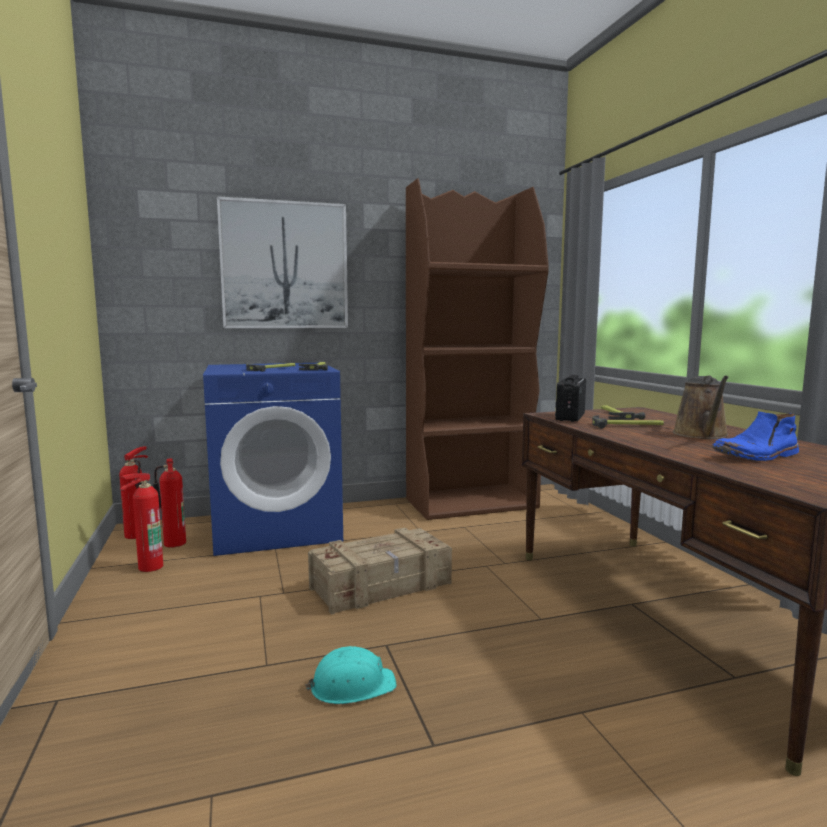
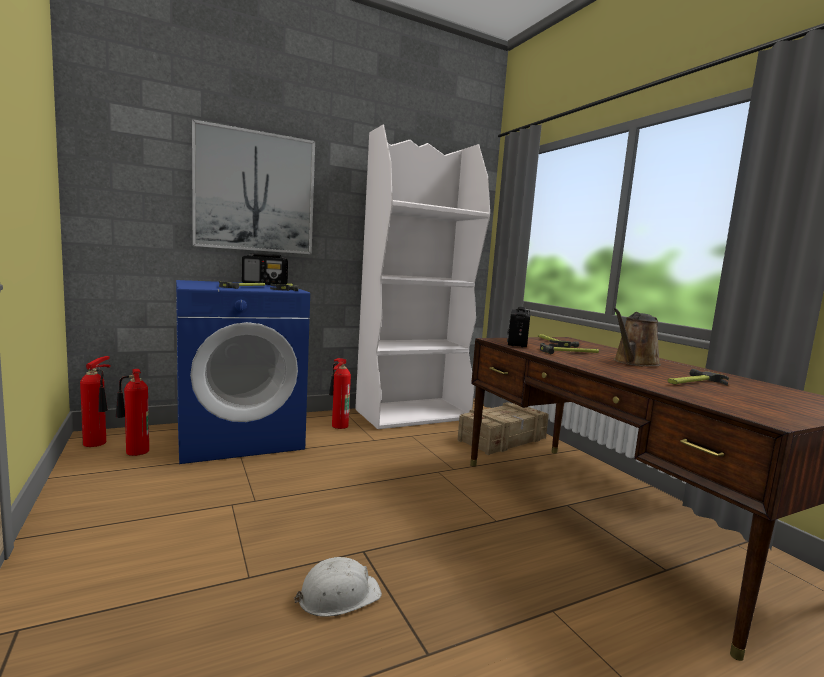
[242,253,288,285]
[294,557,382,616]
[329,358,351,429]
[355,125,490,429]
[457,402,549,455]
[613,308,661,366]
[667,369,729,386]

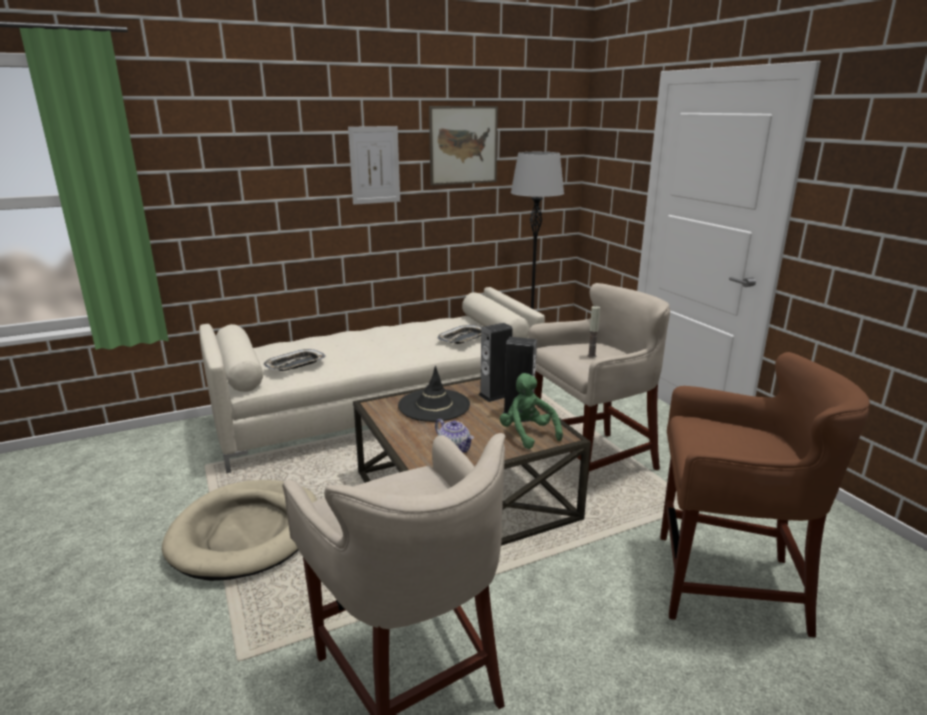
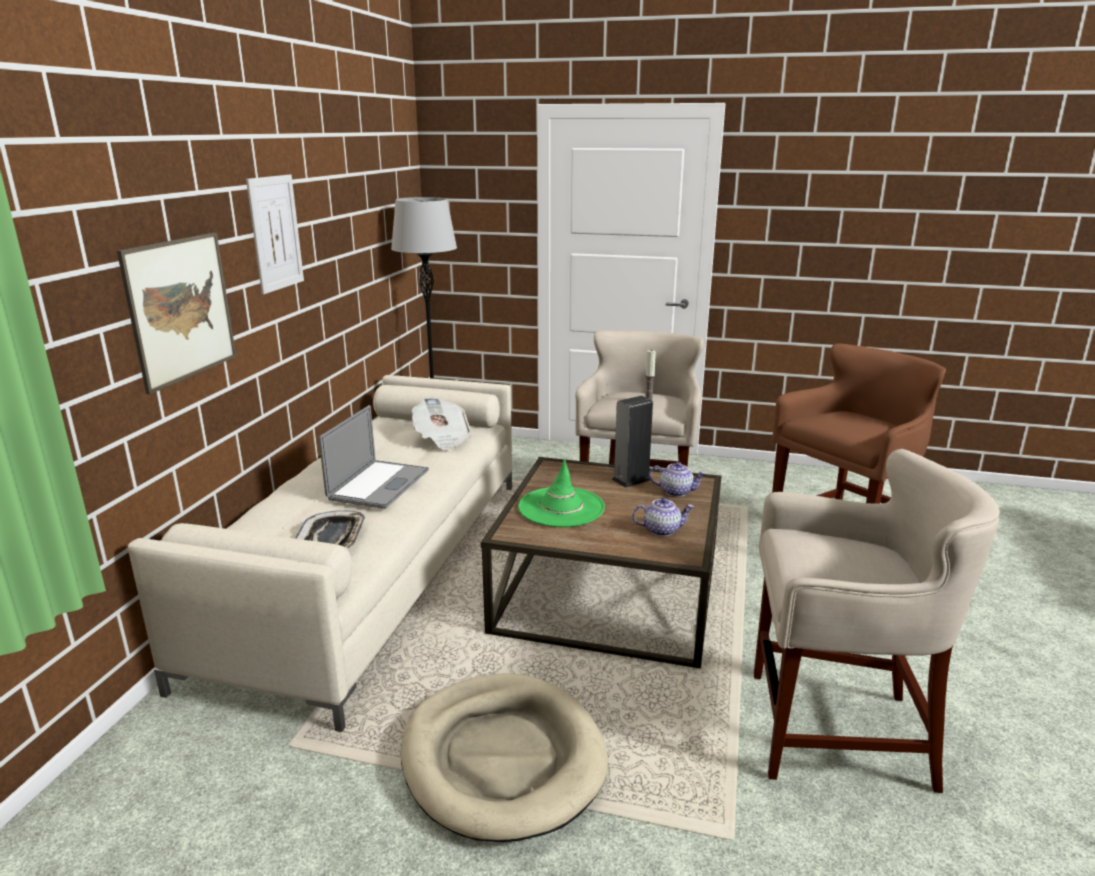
[117,233,236,394]
[319,405,429,509]
[412,397,471,450]
[518,459,605,527]
[649,462,706,497]
[479,323,513,402] (first image)

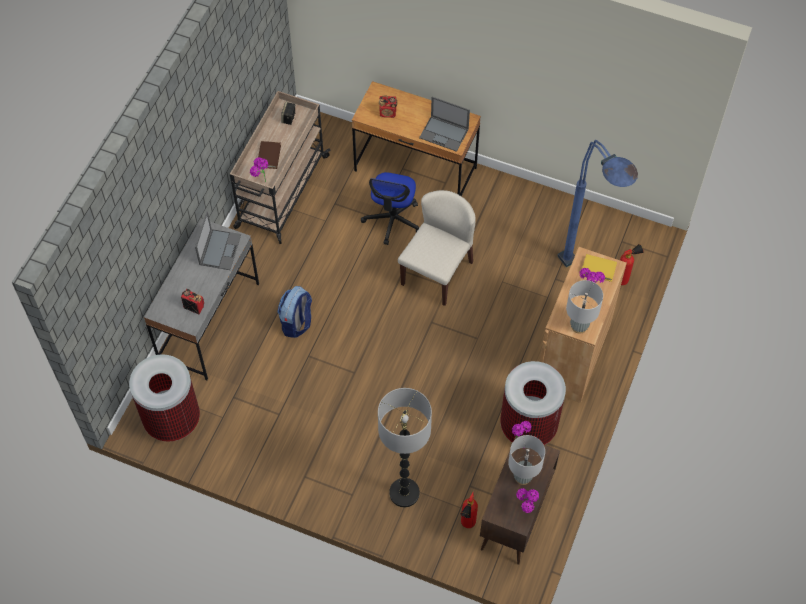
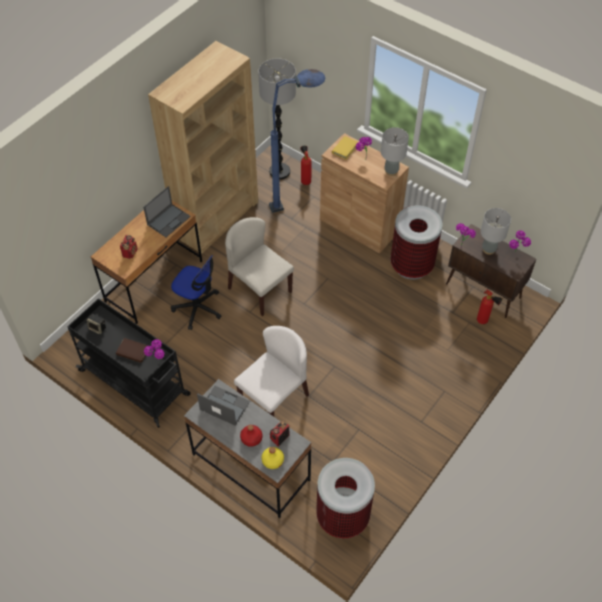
[67,298,191,428]
[148,41,258,254]
[234,326,309,416]
[240,425,262,447]
[258,58,296,180]
[261,447,284,469]

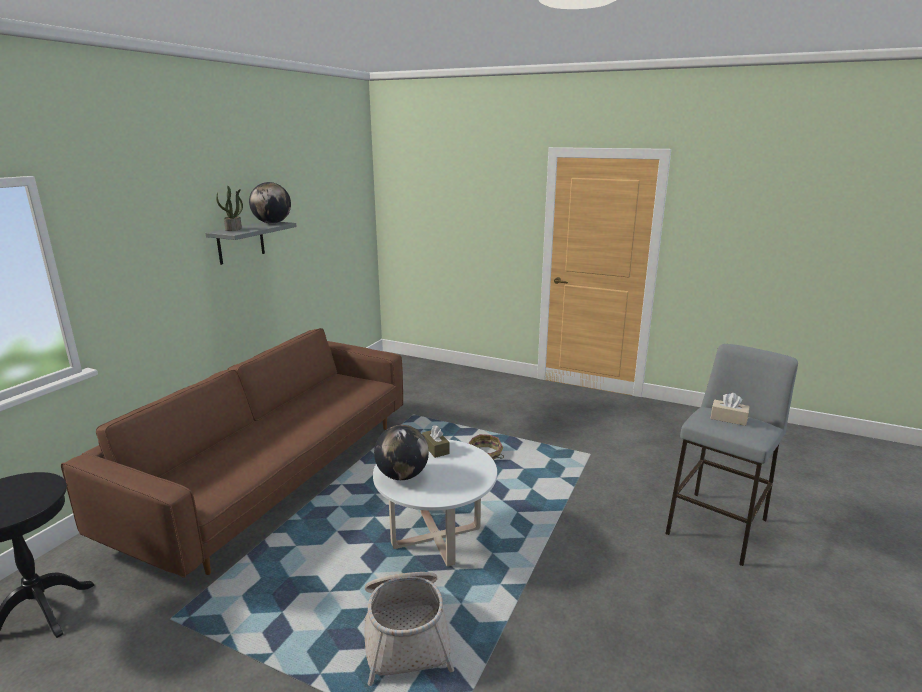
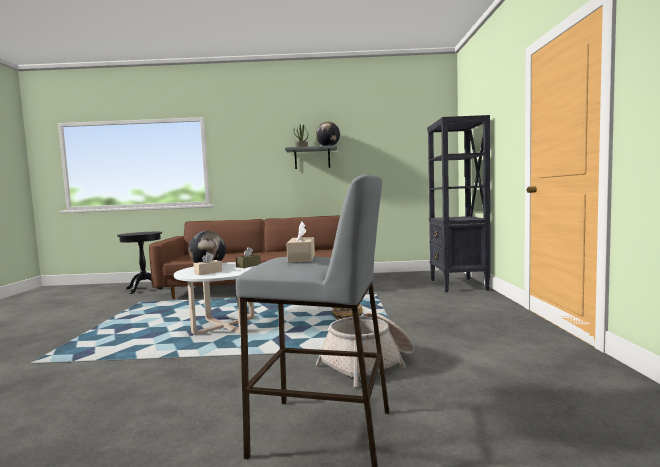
[193,252,222,275]
[316,312,414,387]
[427,115,490,292]

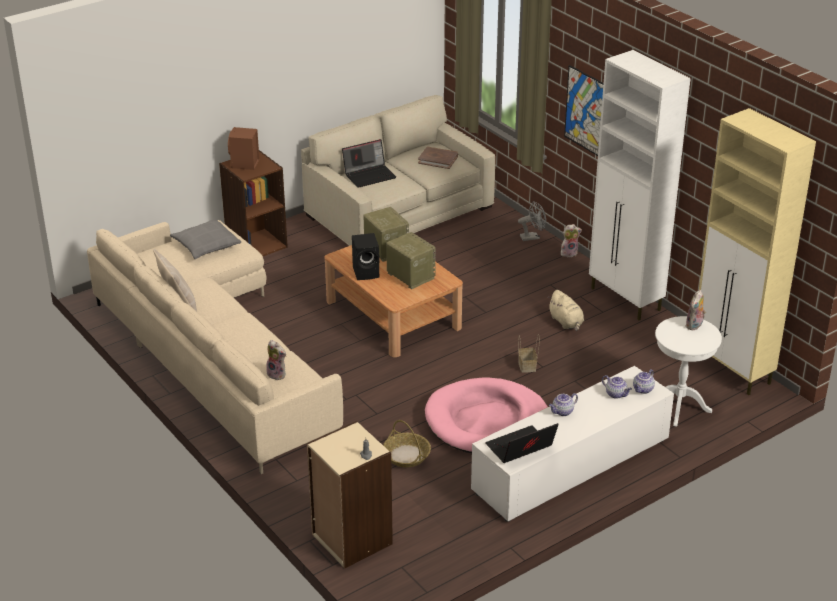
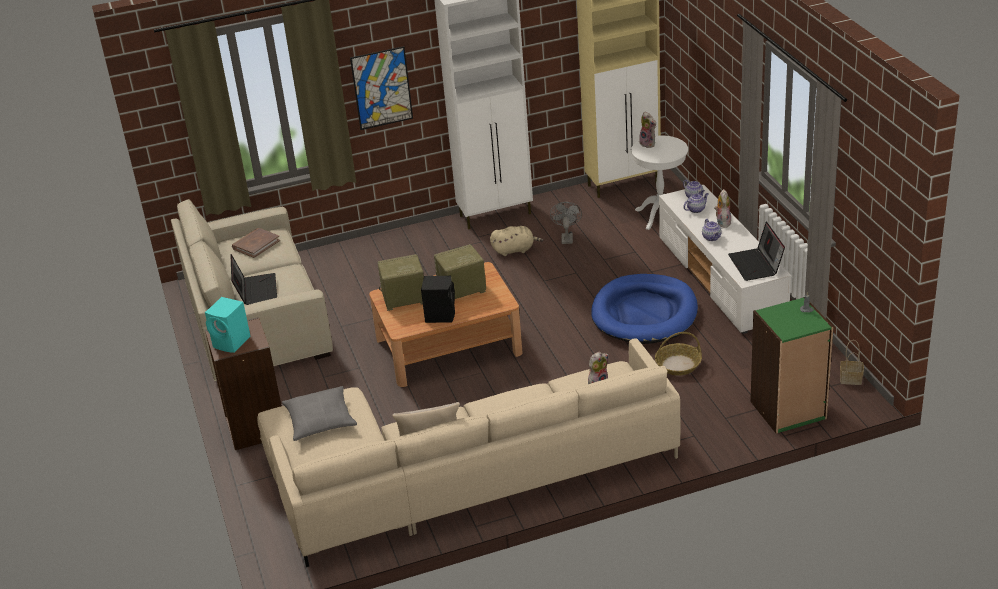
[205,297,251,353]
[550,202,582,244]
[591,274,698,344]
[714,189,731,228]
[750,297,833,434]
[840,340,864,385]

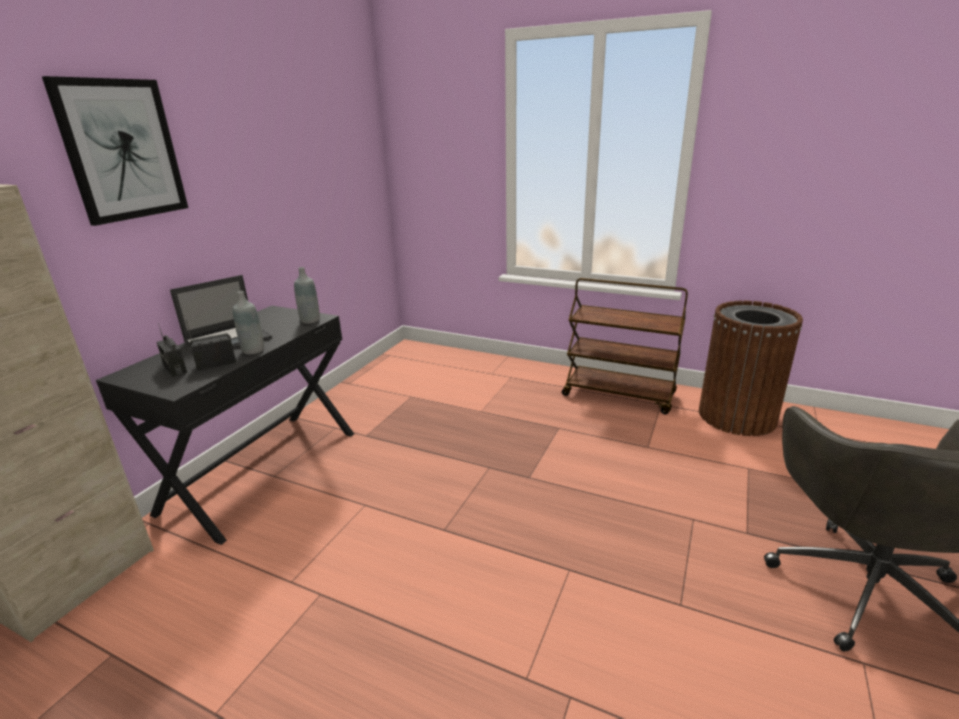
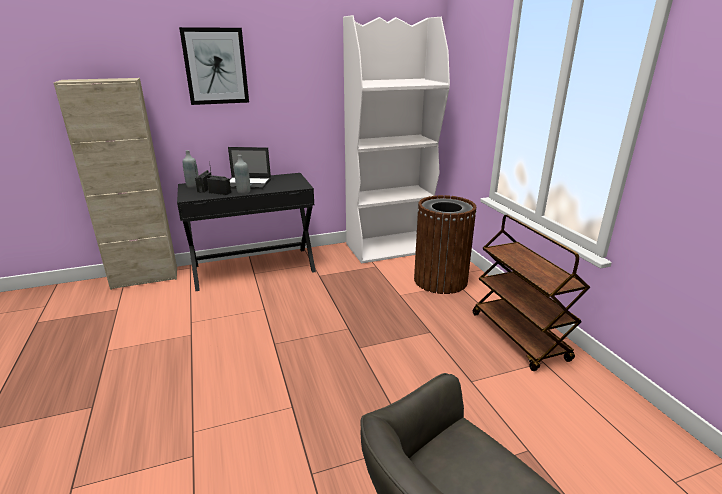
[183,150,199,188]
[343,15,450,264]
[414,195,477,294]

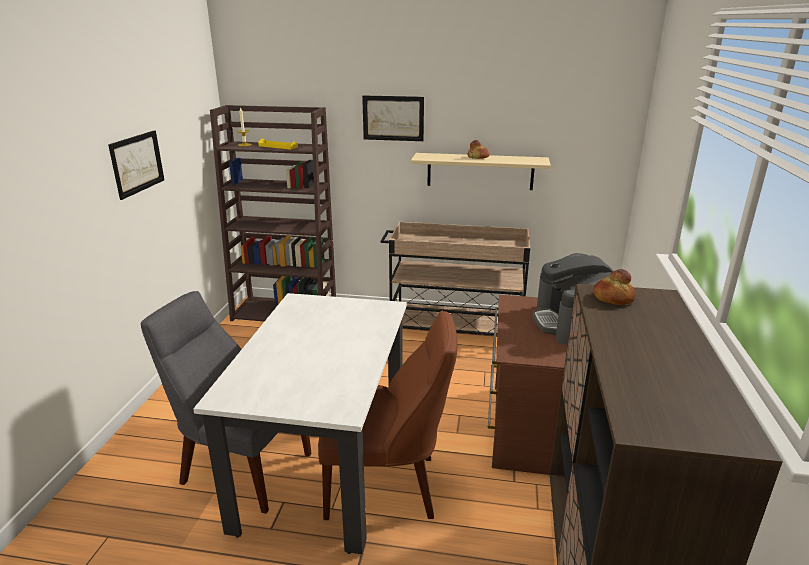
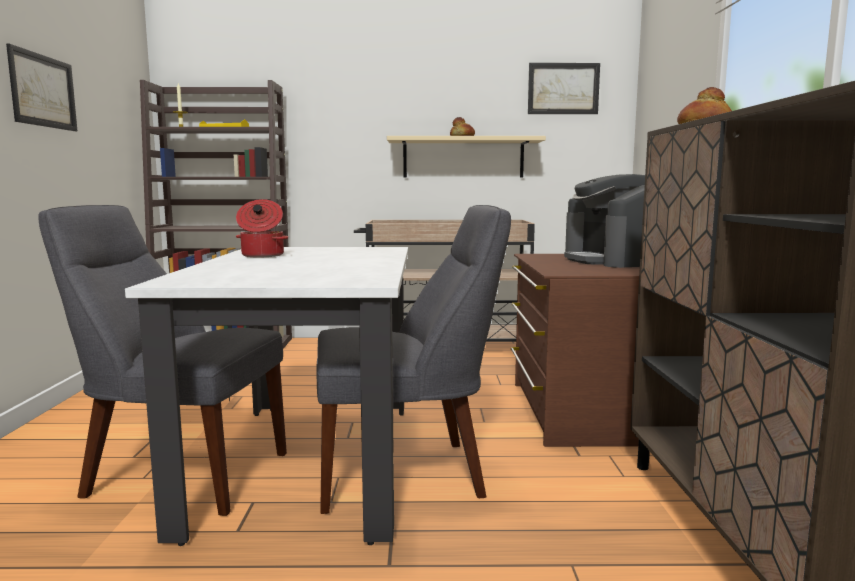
[236,199,288,257]
[317,205,511,514]
[528,63,600,114]

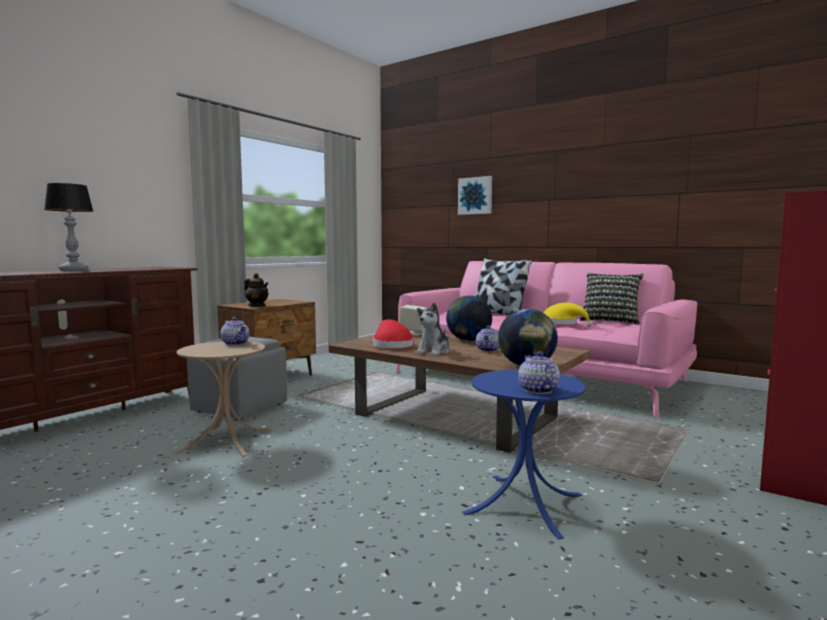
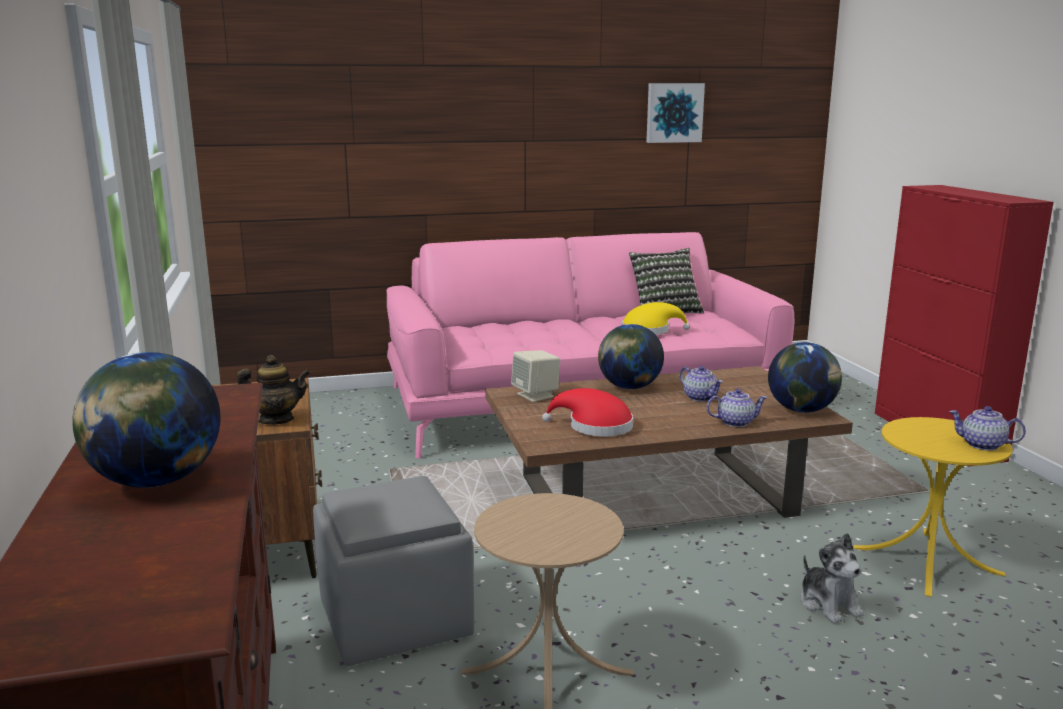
[73,352,221,488]
[646,83,705,143]
[706,388,768,427]
[801,533,864,624]
[854,417,1013,597]
[475,258,532,315] (first image)

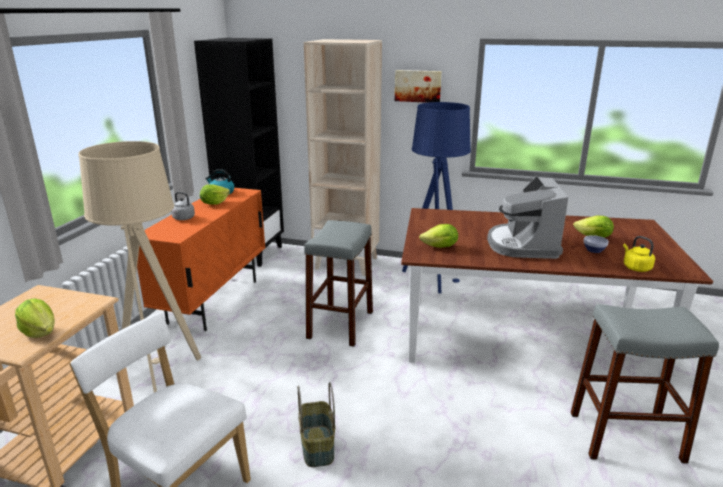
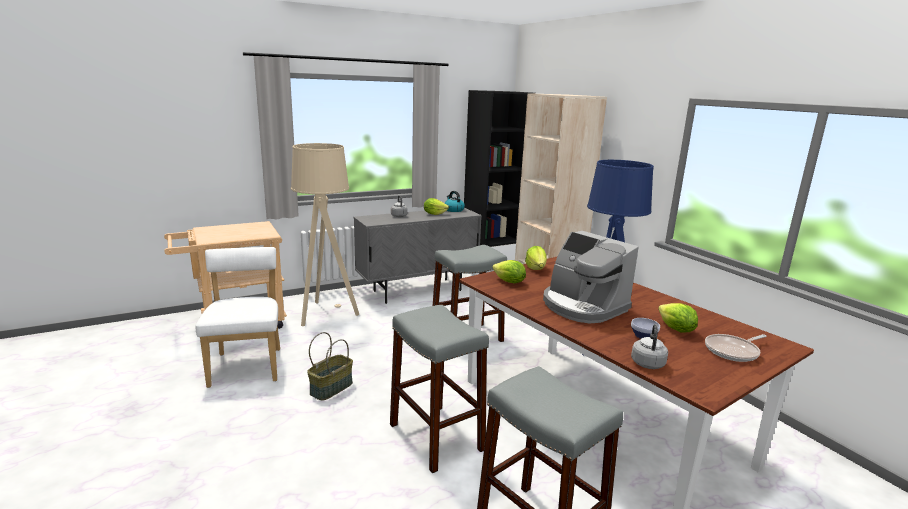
[354,208,482,304]
[390,305,489,473]
[525,246,547,270]
[543,231,639,324]
[631,324,668,369]
[705,334,767,362]
[395,70,442,103] (first image)

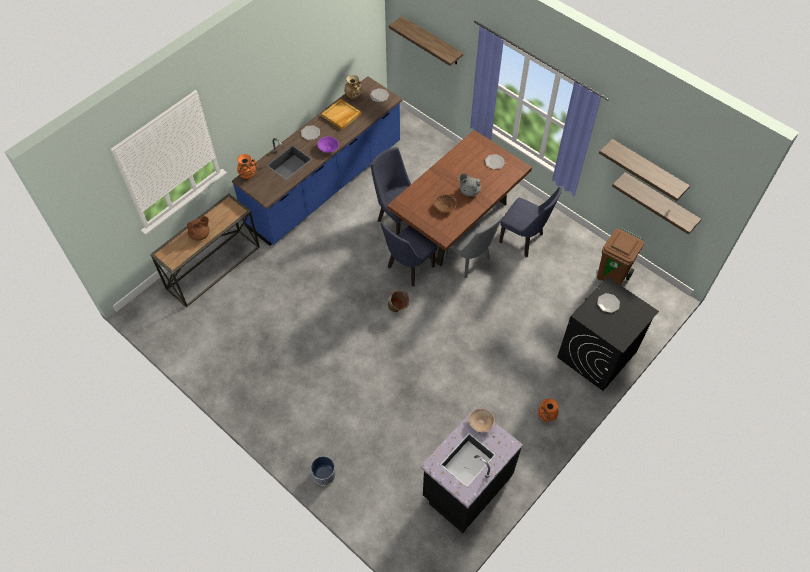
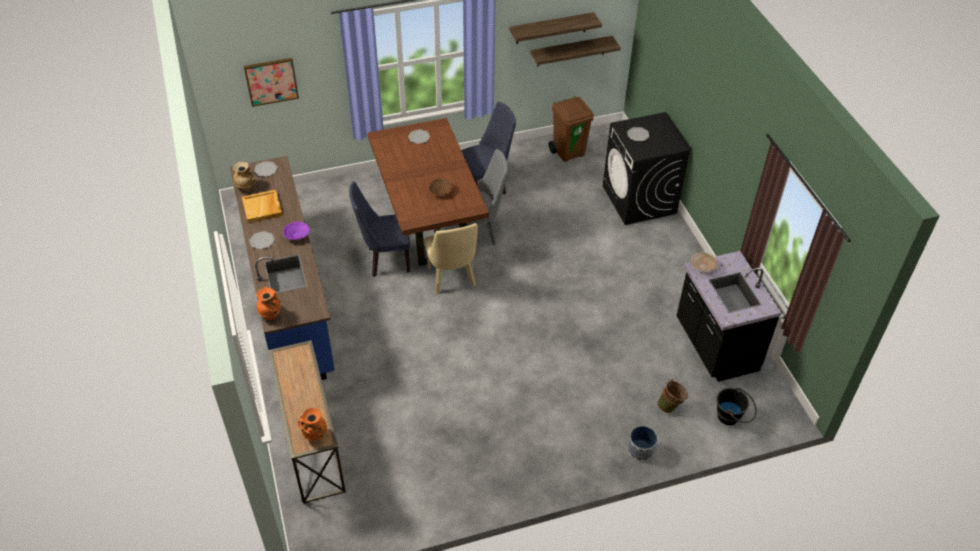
[244,58,299,107]
[298,408,327,442]
[424,223,478,294]
[657,379,688,413]
[716,387,757,425]
[187,216,210,241] (first image)
[458,174,481,197] (first image)

